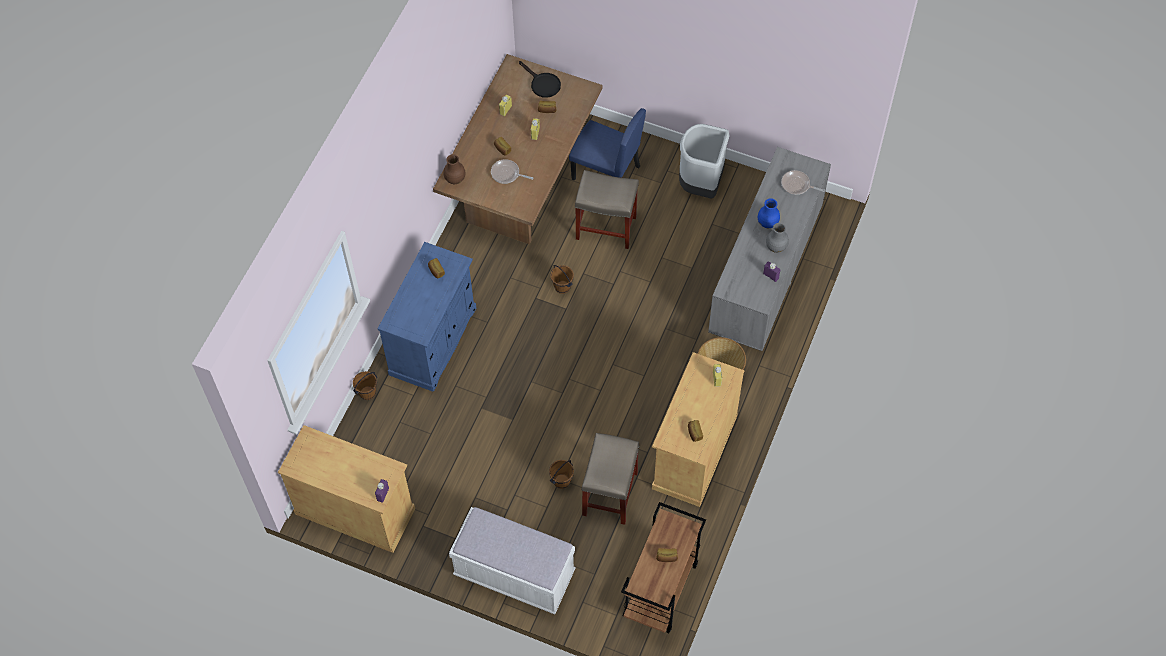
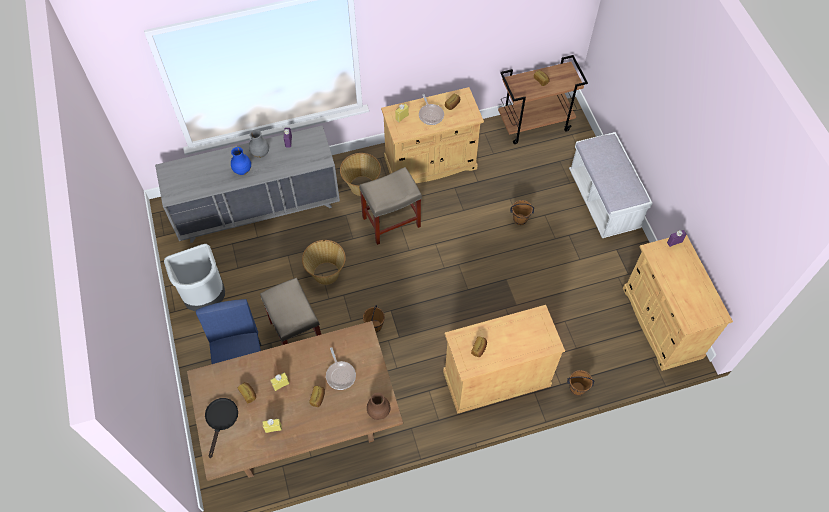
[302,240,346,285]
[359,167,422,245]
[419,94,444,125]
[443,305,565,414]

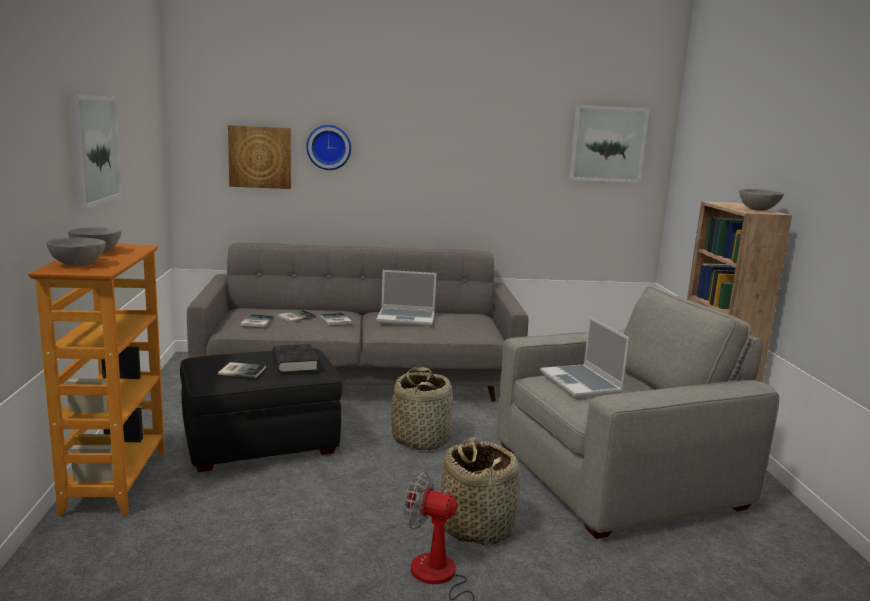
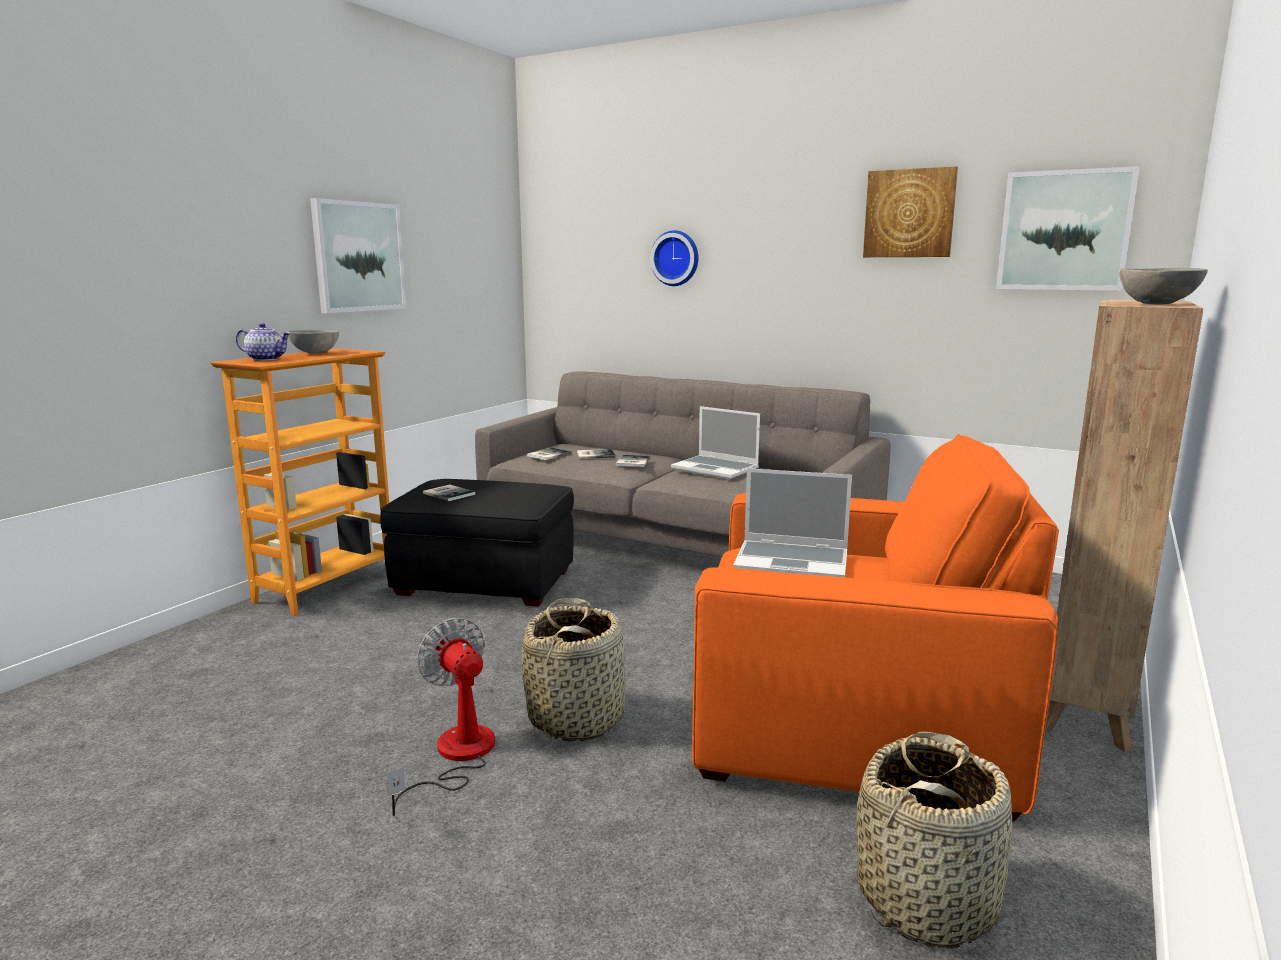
[236,323,291,361]
[692,434,1059,822]
[733,468,852,577]
[857,732,1013,949]
[863,166,958,257]
[273,344,318,373] (first image)

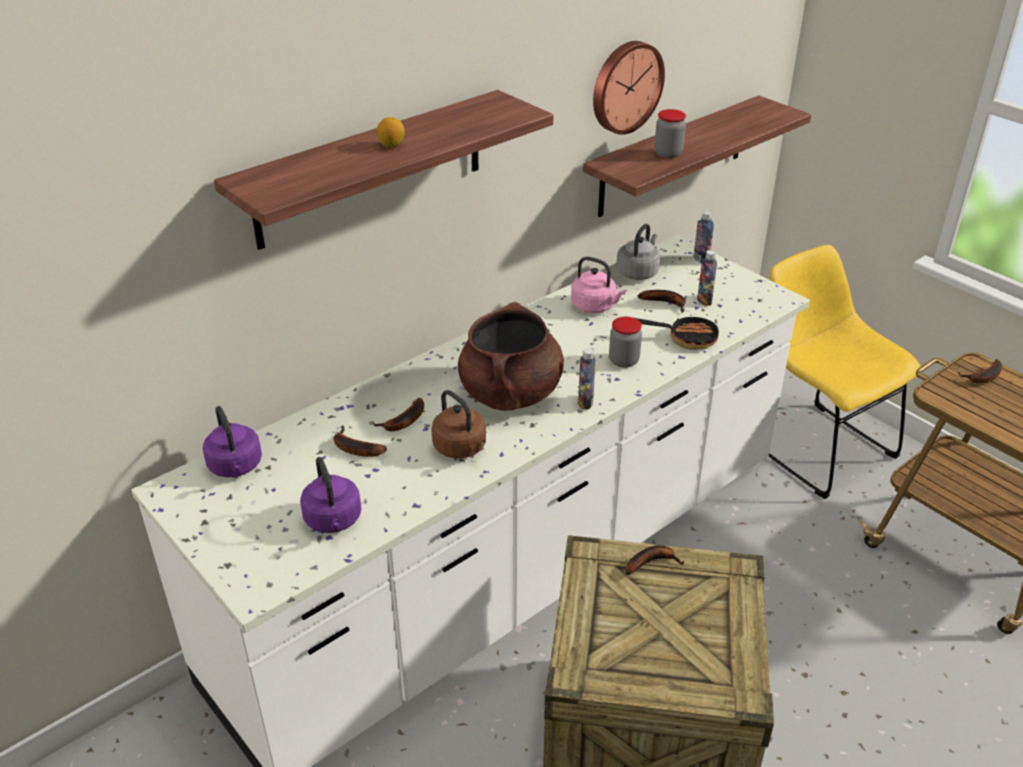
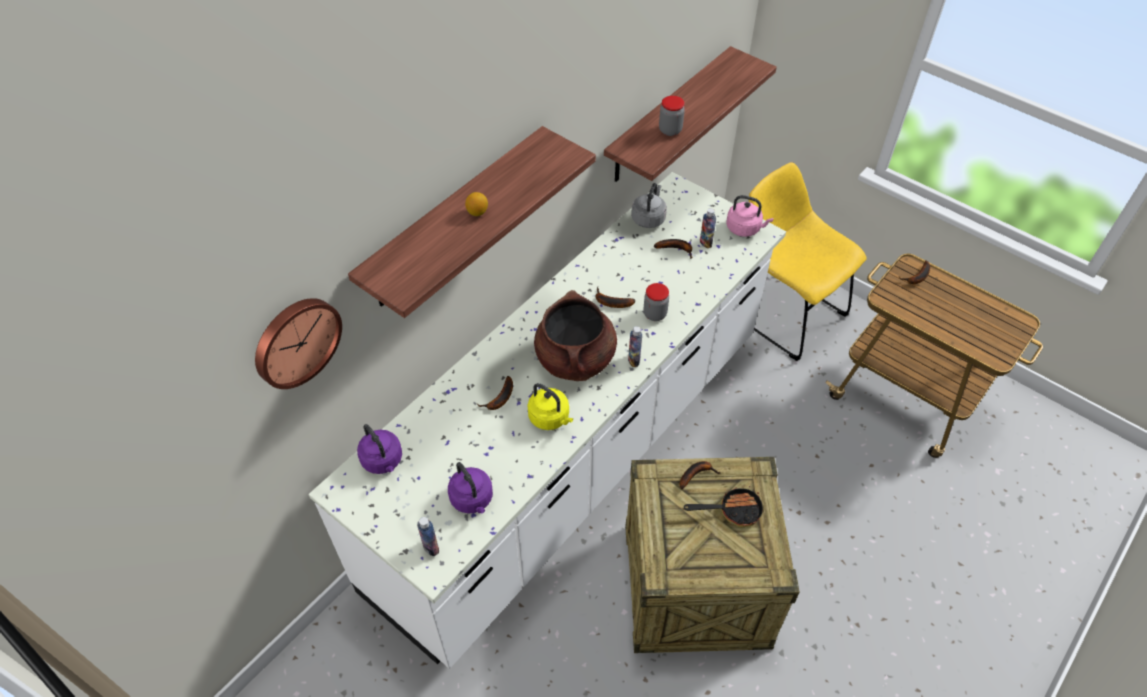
[255,298,342,389]
[417,517,439,556]
[527,383,573,430]
[595,286,635,308]
[684,486,763,527]
[726,195,773,237]

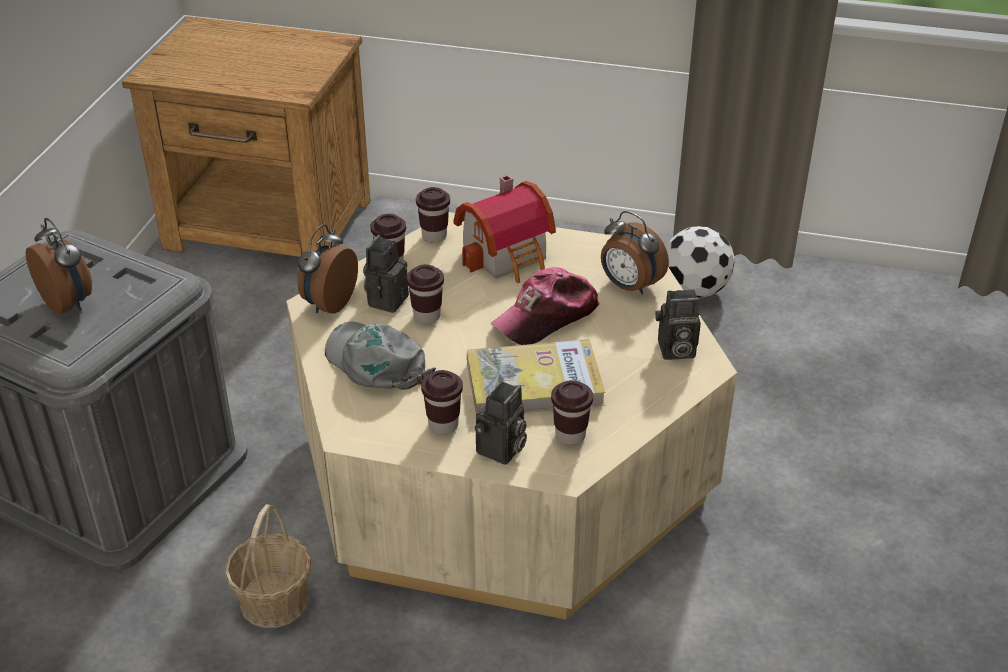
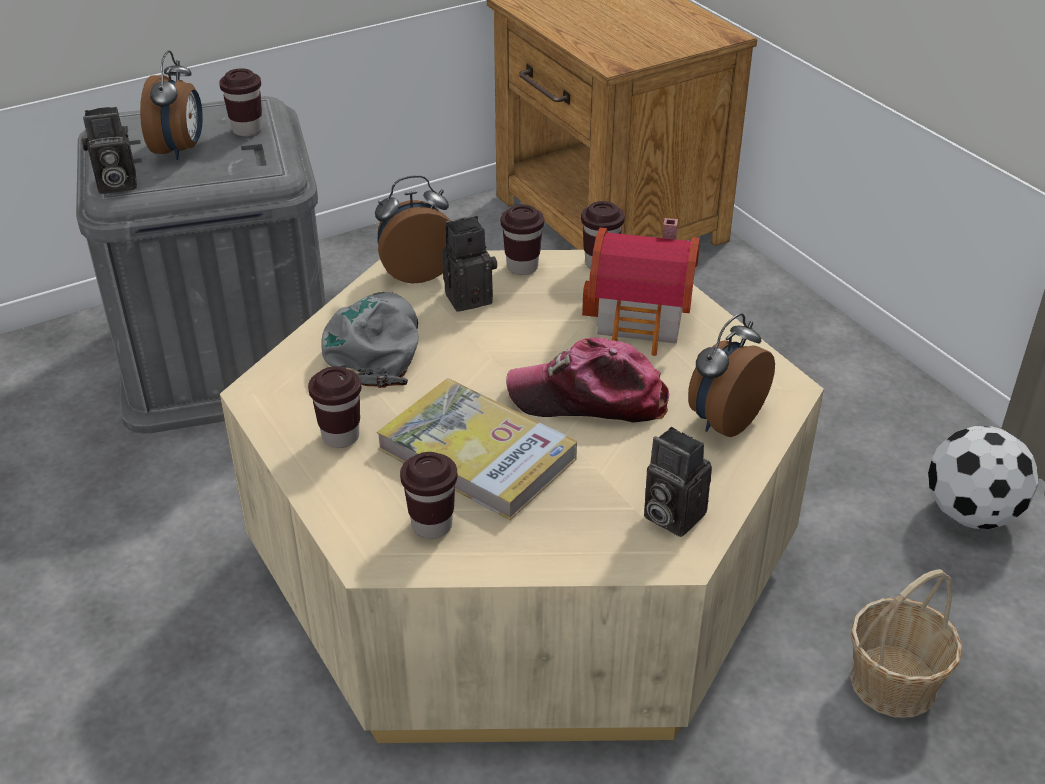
[82,107,137,194]
[219,68,262,136]
[688,313,775,437]
[850,569,962,718]

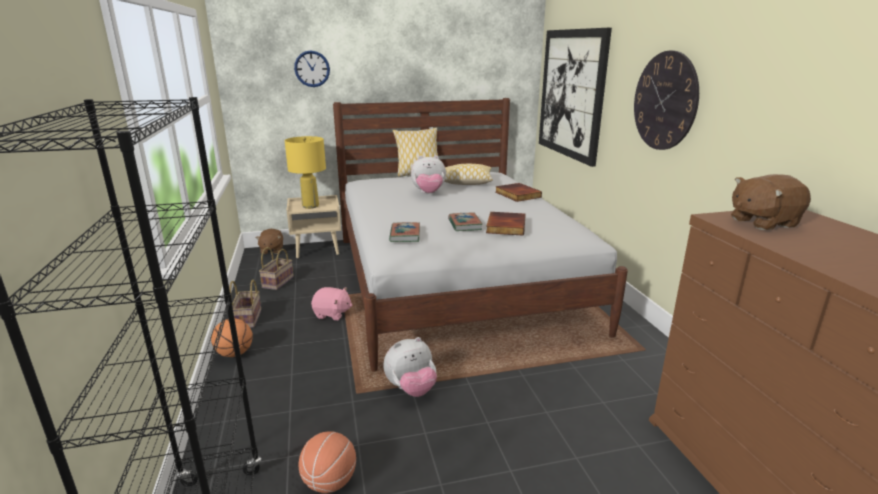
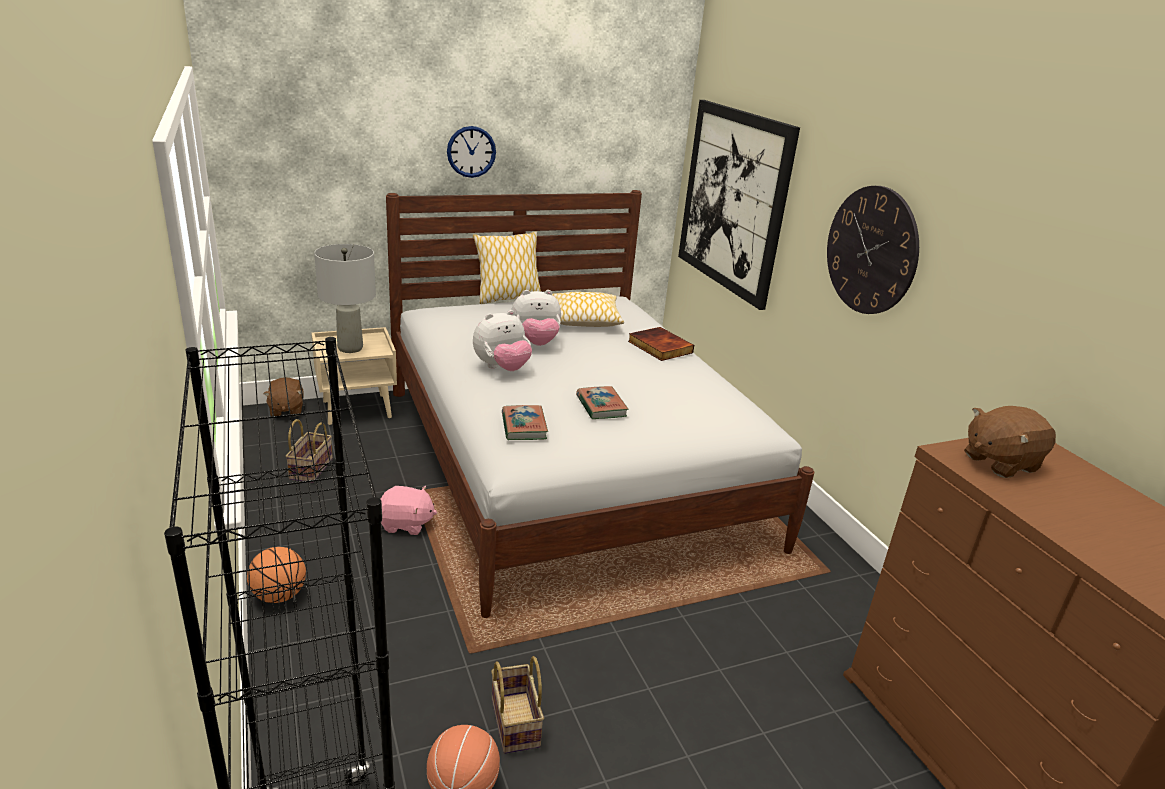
[314,244,376,353]
[447,126,496,178]
[473,310,532,371]
[491,656,544,754]
[486,212,526,236] (first image)

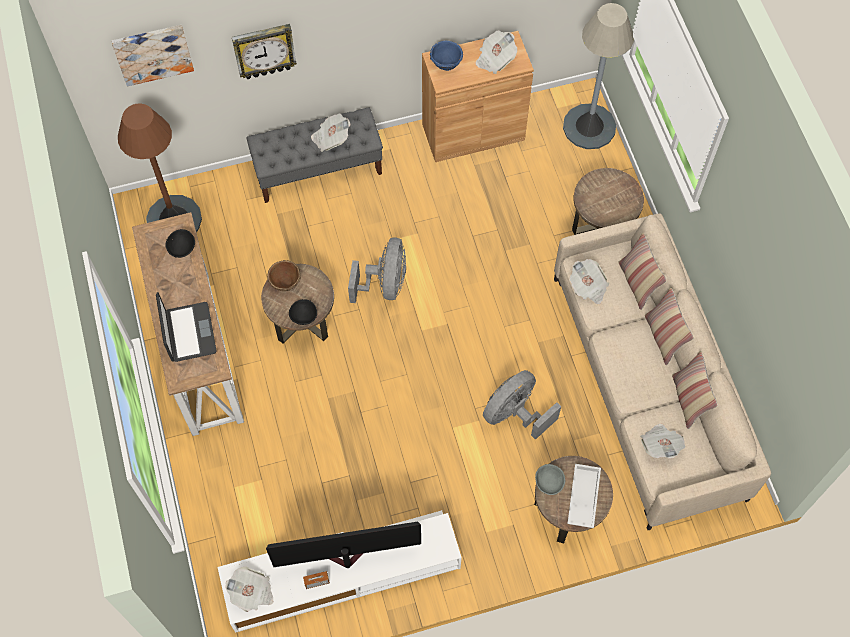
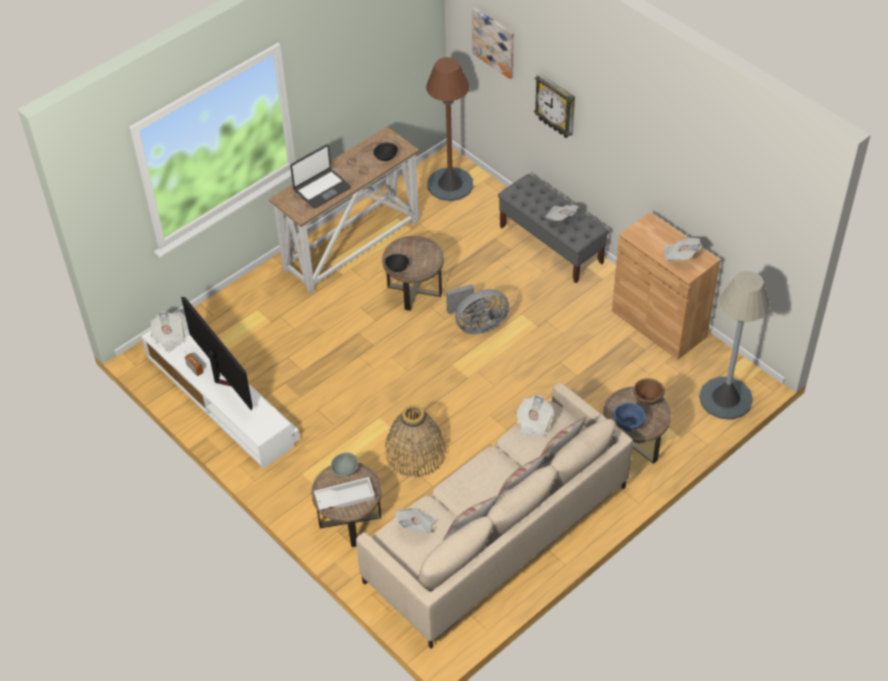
[385,405,446,478]
[613,402,646,431]
[633,378,665,406]

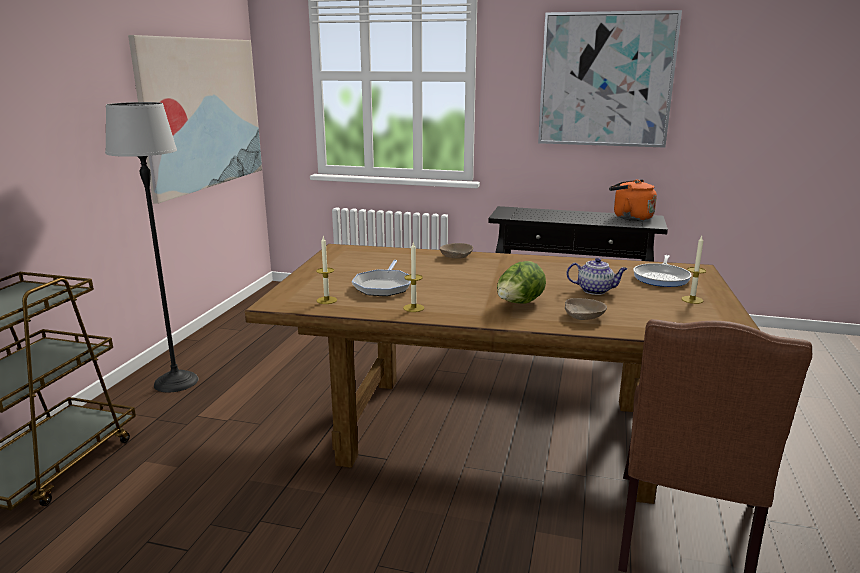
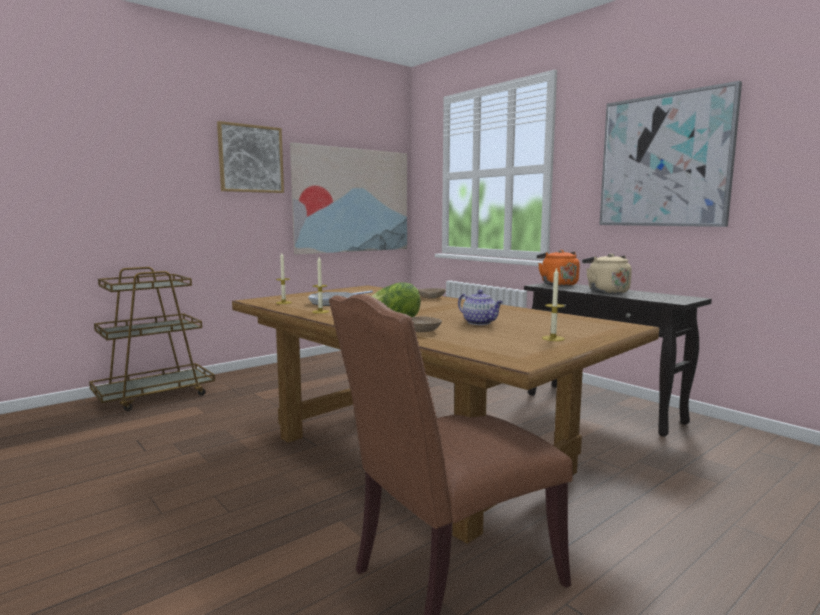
[217,121,284,193]
[536,250,580,286]
[582,254,632,294]
[105,102,199,393] (first image)
[633,255,691,287] (first image)

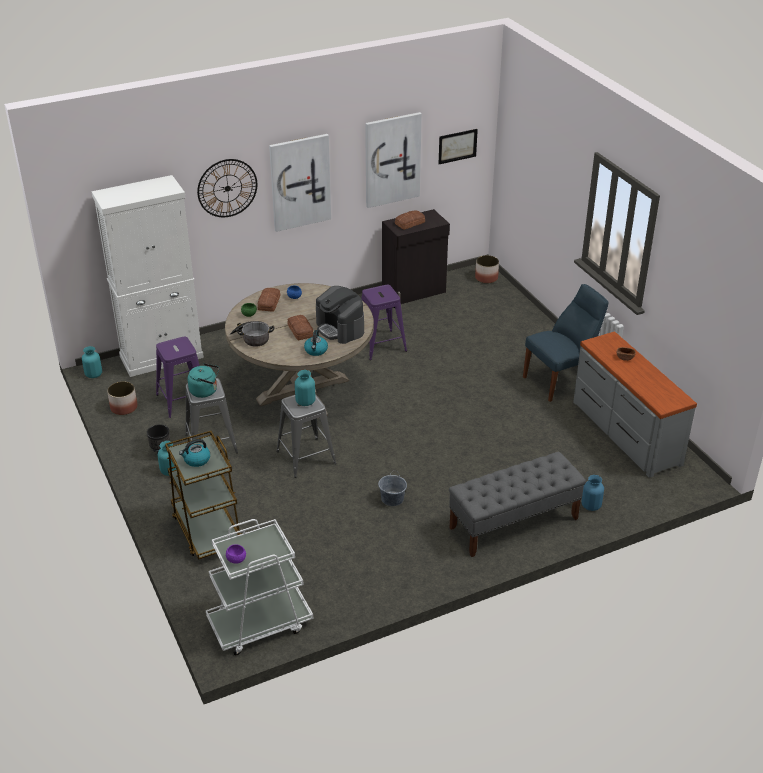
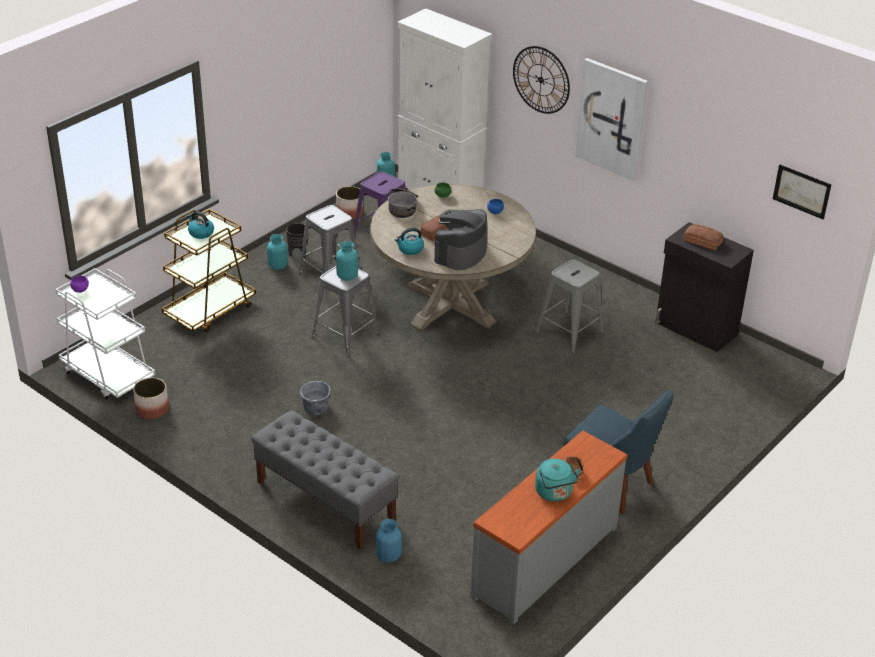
[133,378,169,419]
[535,458,580,502]
[536,259,604,353]
[258,288,281,312] (first image)
[365,112,422,208] (first image)

